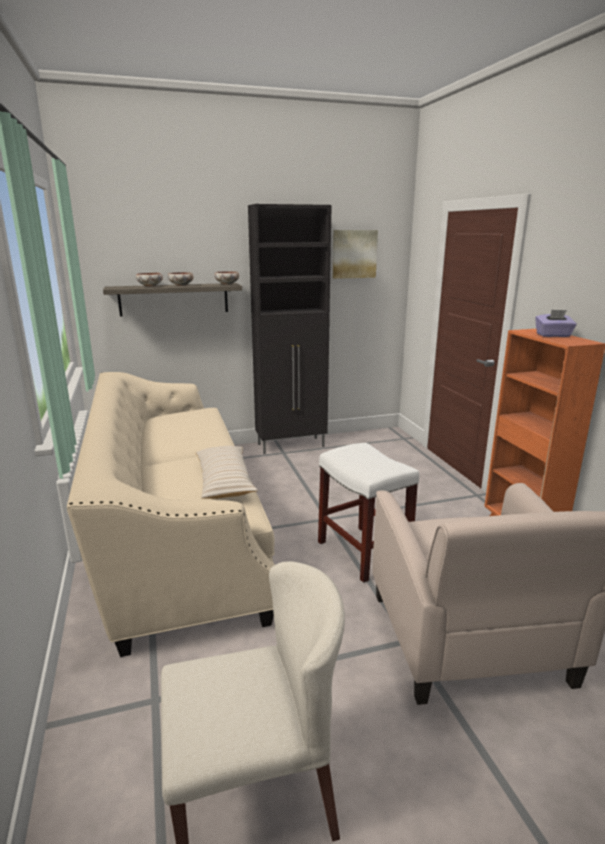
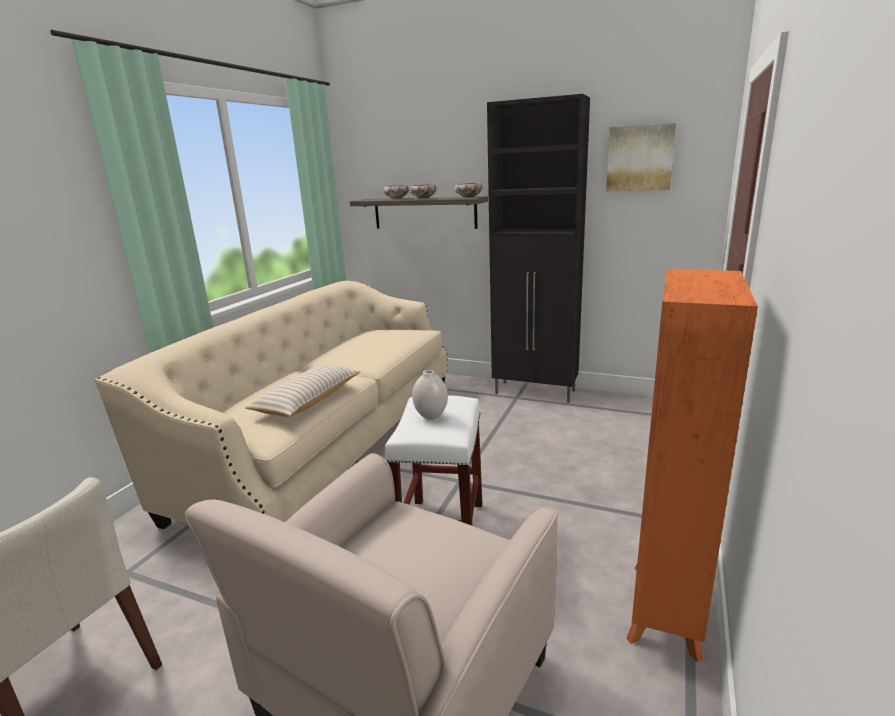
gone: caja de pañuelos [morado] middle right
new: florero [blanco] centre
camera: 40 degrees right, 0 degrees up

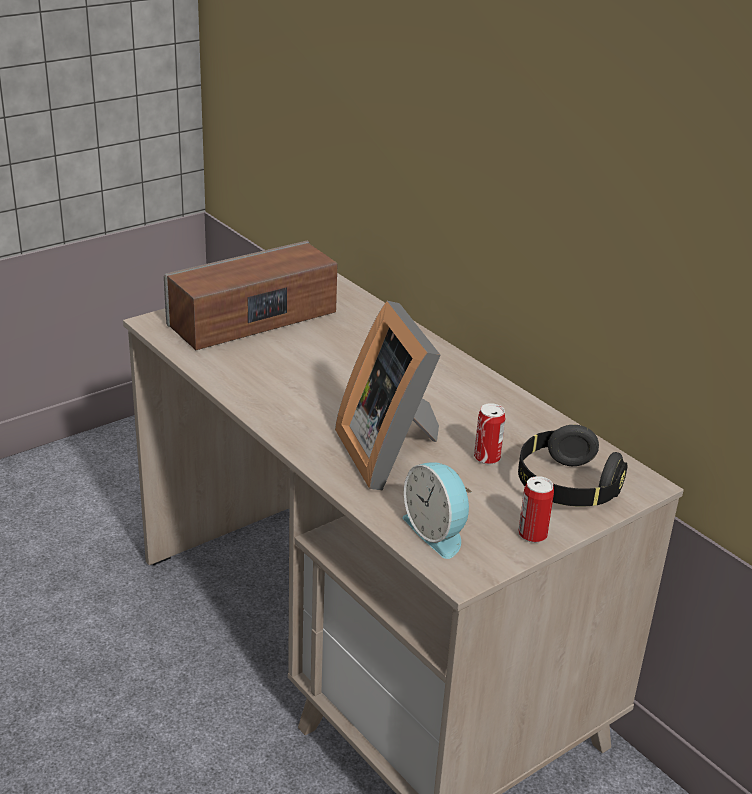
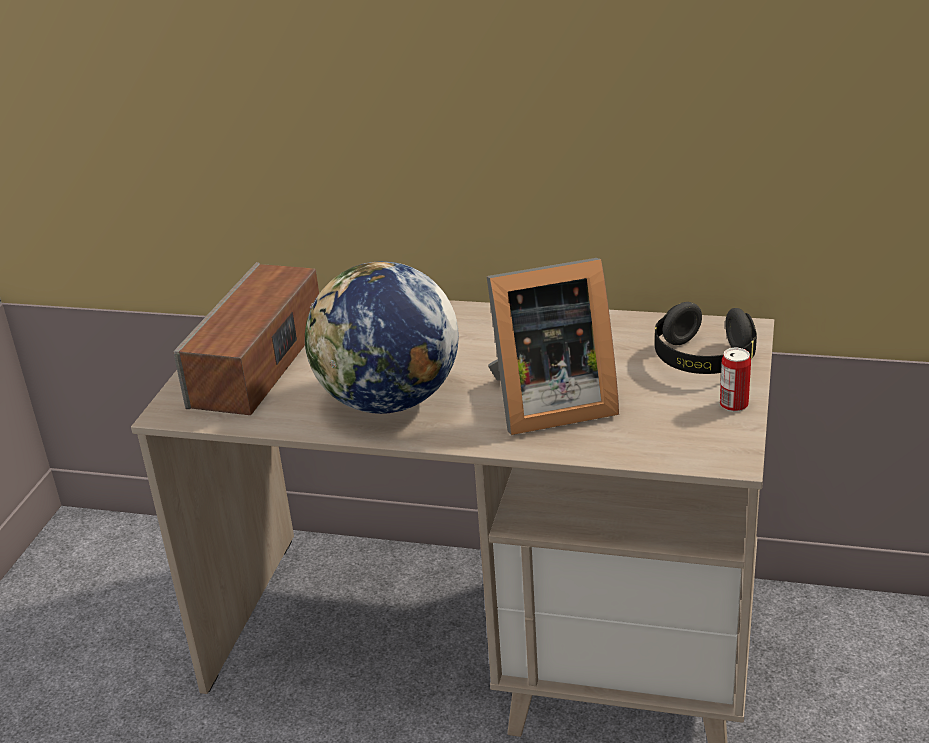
gone: lata (no. 1 from left) centre; despertador centre
new: globo terráqueo centre
rotated: portarretratos centre = centre 45 degrees counterclockwise
camera: 35 degrees left, 0 degrees up

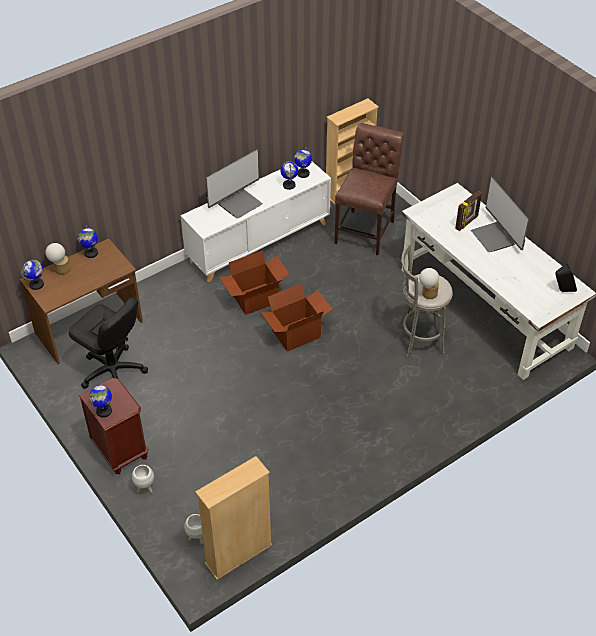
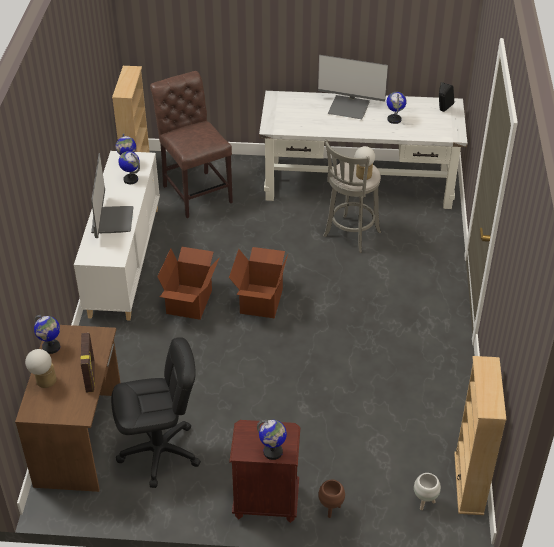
shifted: portarretratos top right to middle left; globo terráqueo (no. 1 from left in the first image) middle left to globo terráqueo (no. 5 from left) top right
repainted: maceta [blanco] (no. 1 from left) bottom left to maceta [marrón] bottom centre
camera: 50 degrees left, 5 degrees down

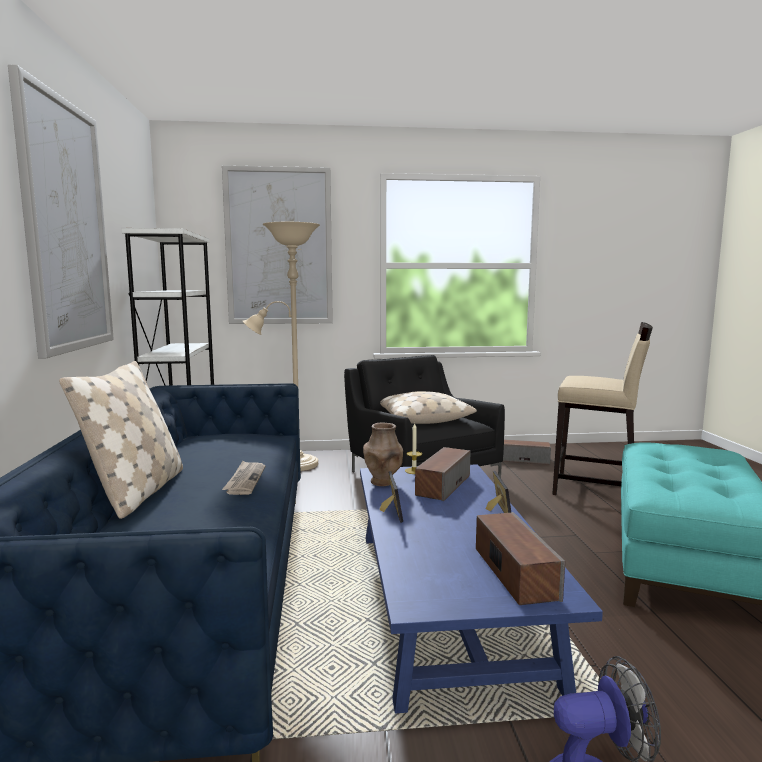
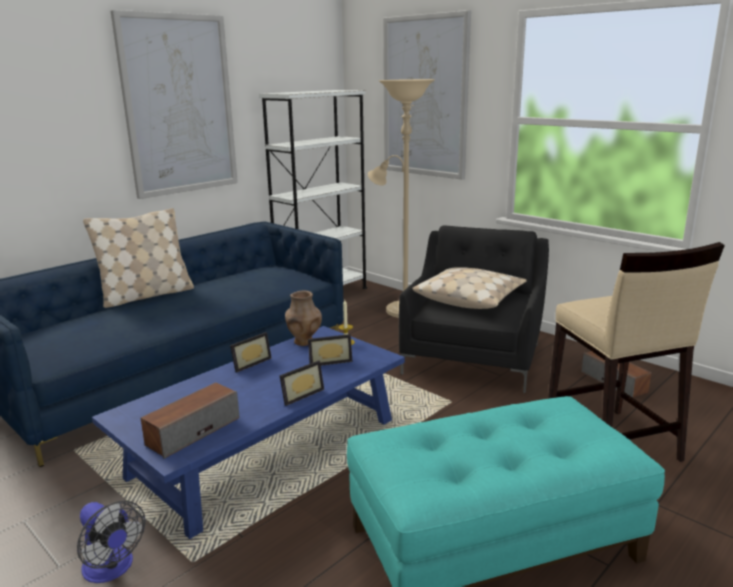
gone: periódico middle left
swapped: altavoz (no. 1 from left) centre to portarretratos (no. 3 from left) centre
camera: 50 degrees right, 10 degrees up

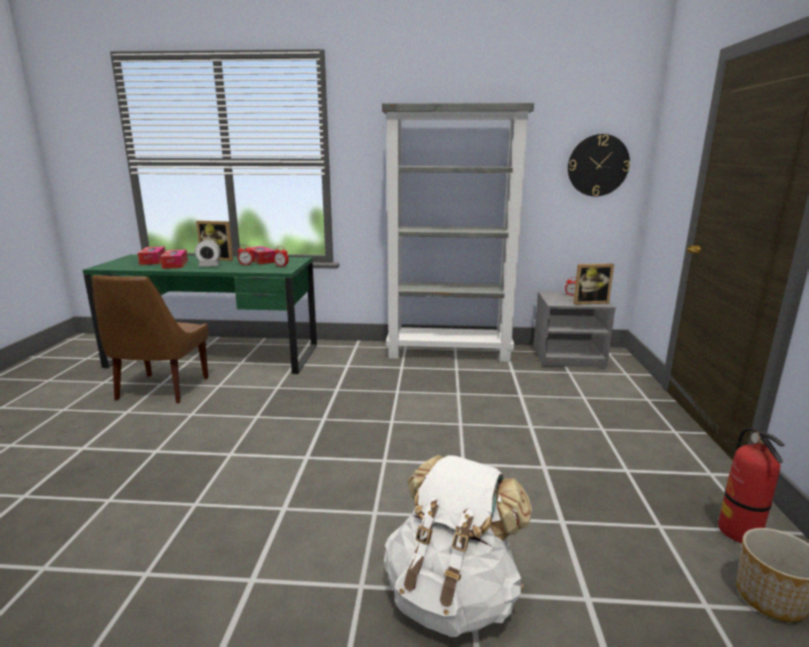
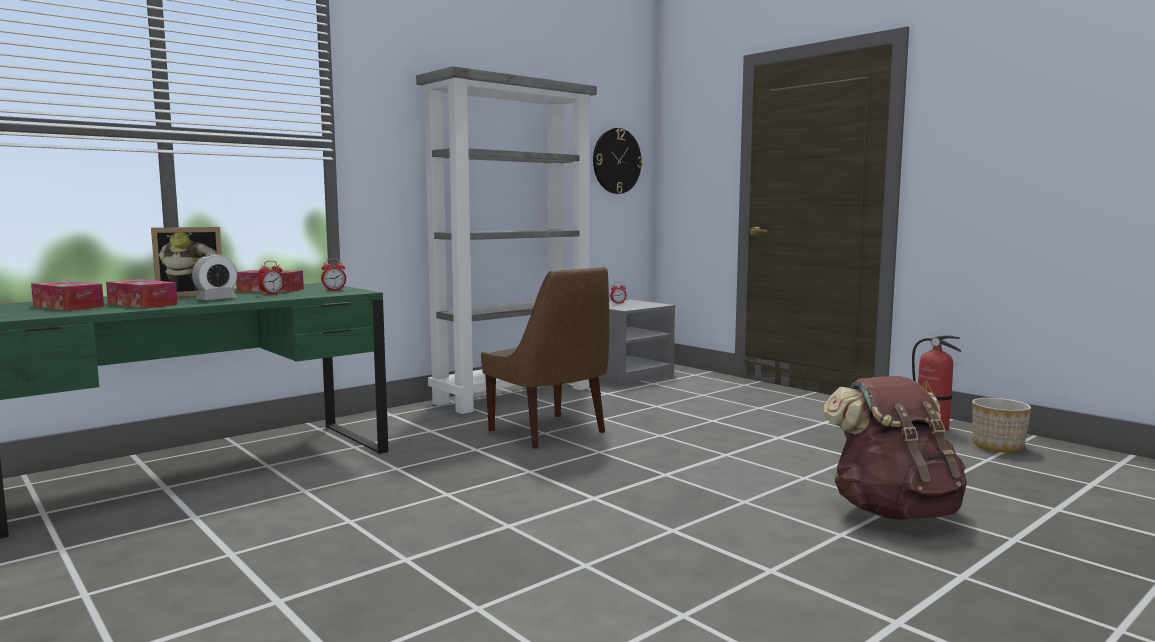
gone: portarretratos (no. 2 from left) middle right
shifted: silla [marrón] middle left to centre
repainted: mochila [blanco] bottom centre to mochila [marrón] bottom right
camera: 45 degrees left, 10 degrees down

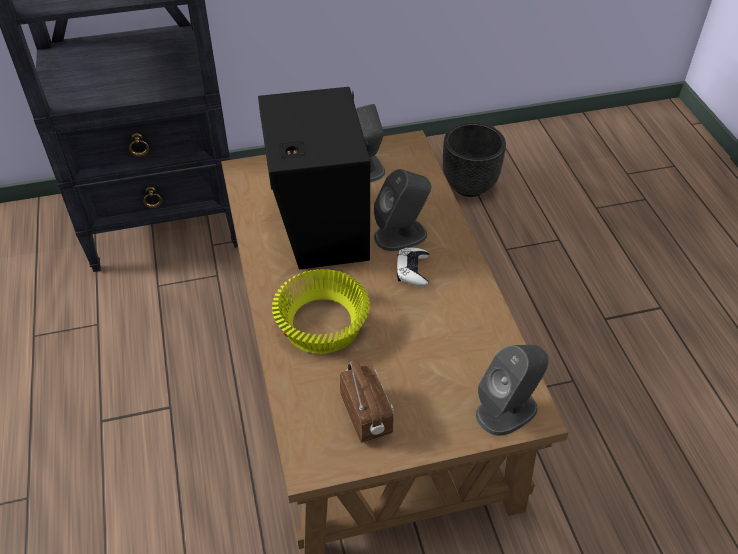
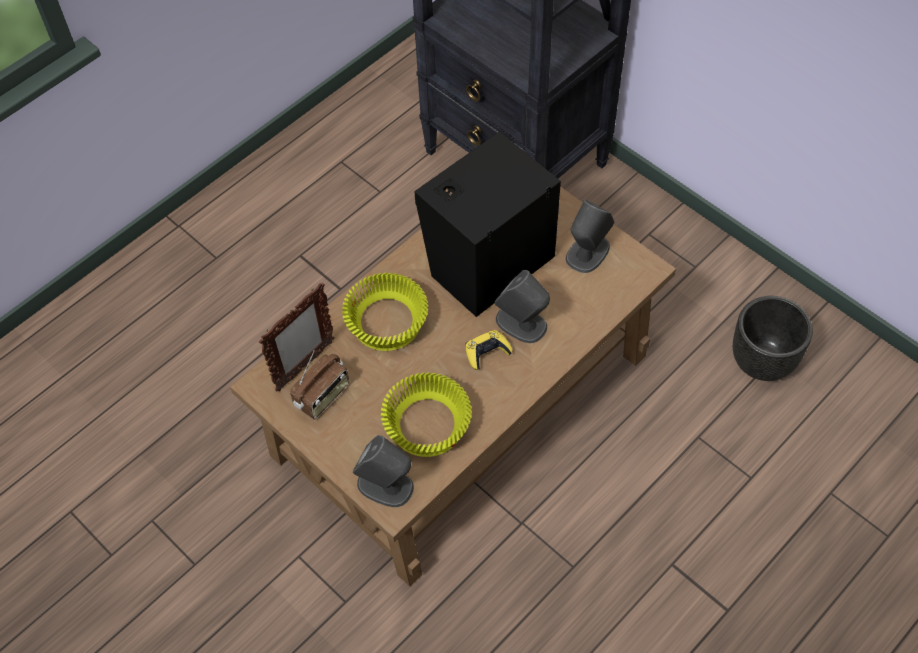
new: portarretratos middle left; cuenco [amarillo] (no. 2 from left) centre
repainted: mando de consola [blanco] centre to mando de consola [amarillo] centre
camera: 60 degrees right, 10 degrees up

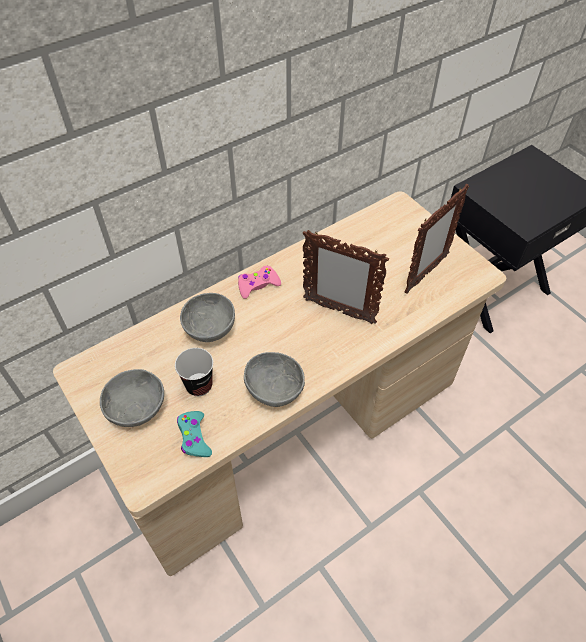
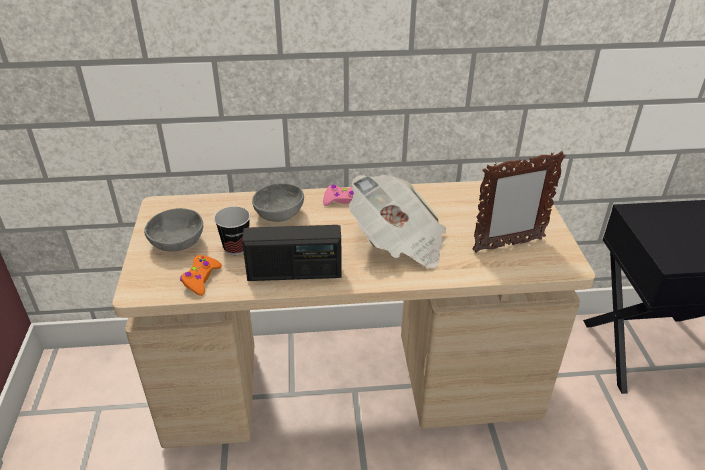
swapped: portarretratos (no. 1 from left) centre to periódico centre; cuenco [gris] (no. 3 from left) centre to radio centre
repainted: mando de consola [turquesa] bottom left to mando de consola [naranja] middle left
camera: 30 degrees right, 15 degrees down

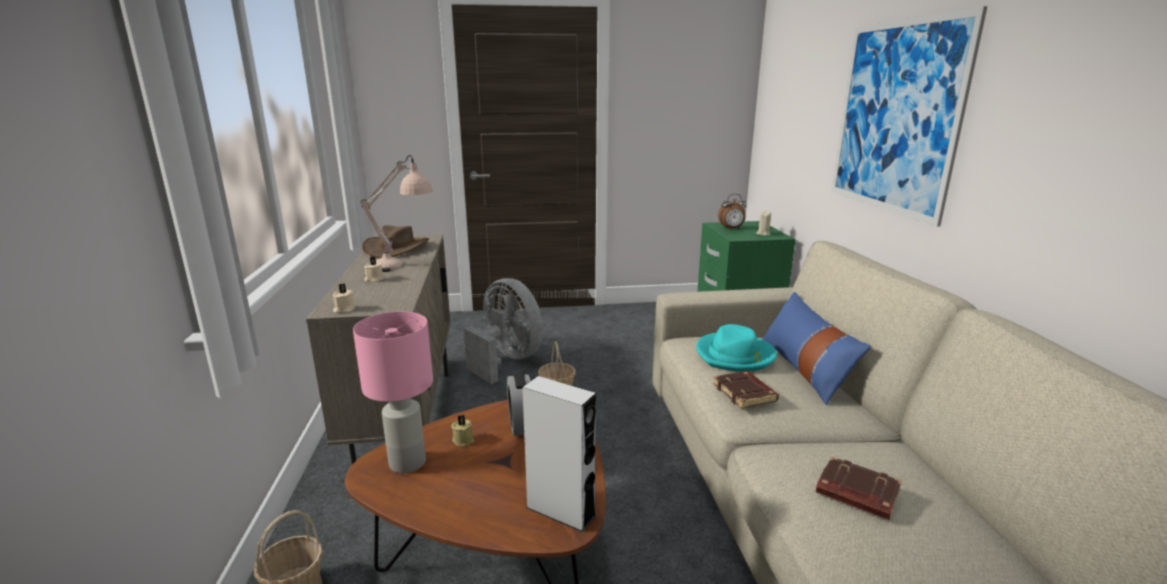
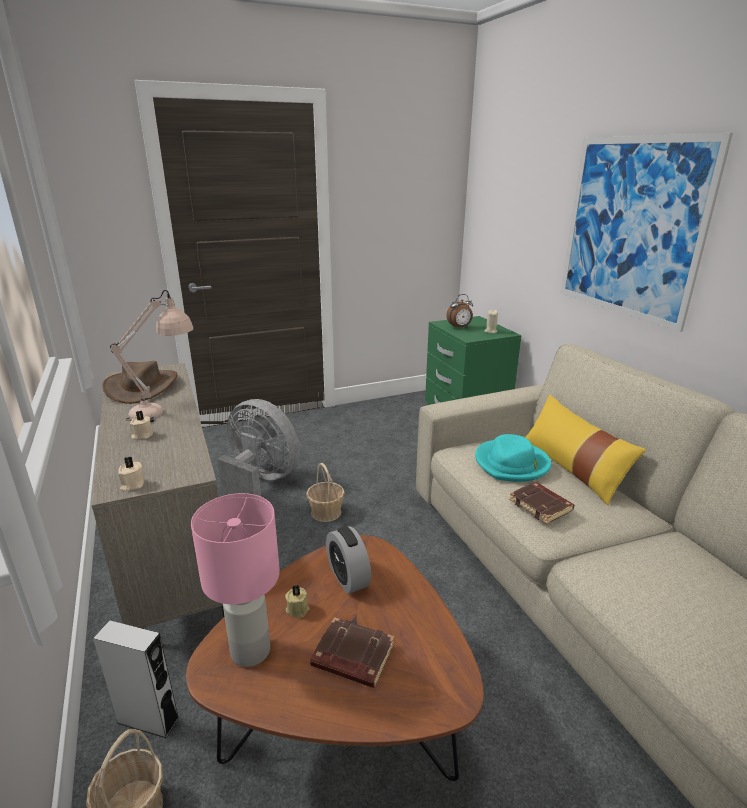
shifted: altavoz [gris] bottom centre to bottom left; libro [marrón] (no. 2 from left in the first image) bottom right to libro [marrón] (no. 1 from left) bottom centre
repainted: cojín [azul] middle right to cojín [amarillo] middle right
camera: 15 degrees left, 5 degrees up

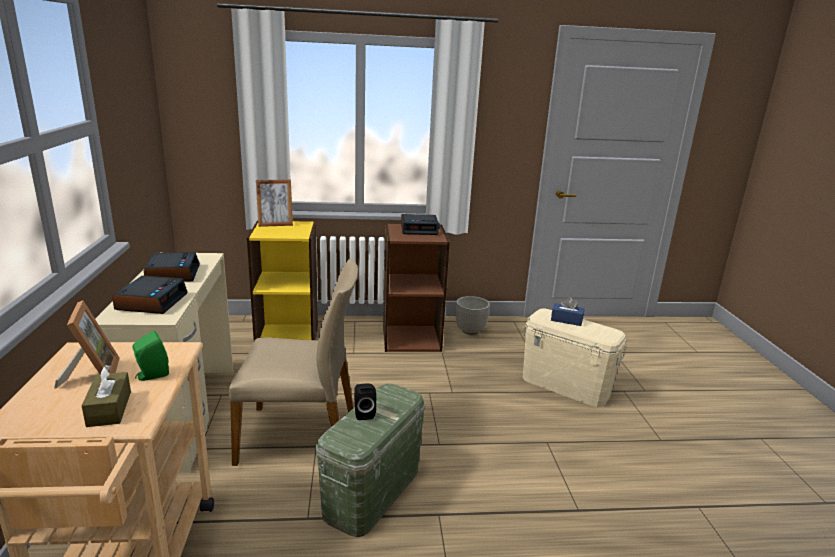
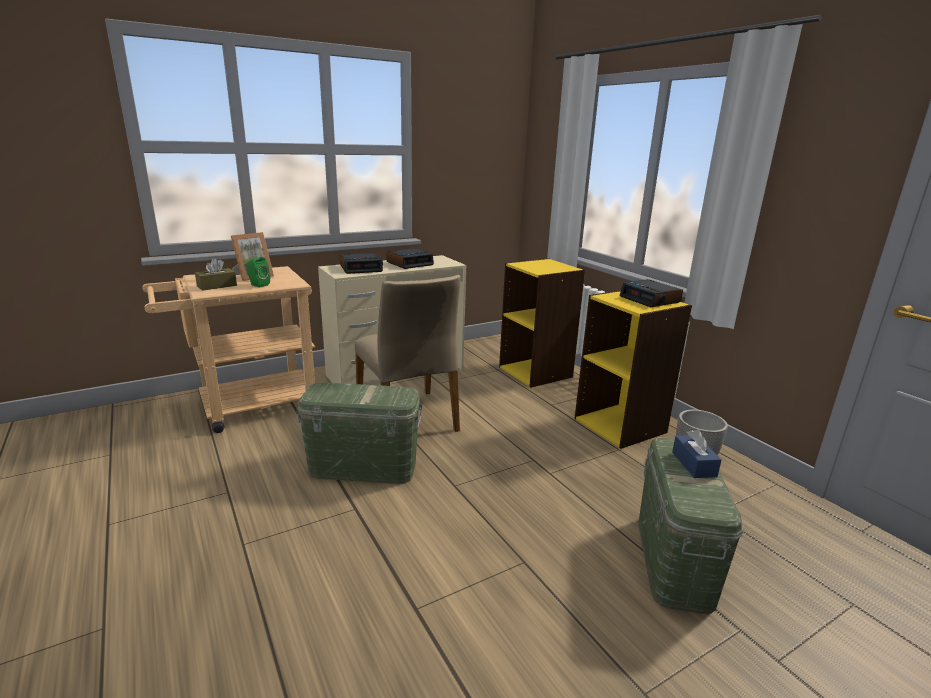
gone: portarretratos (no. 2 from left) middle left; altavoz [negro] bottom centre
repainted: estantería [marrón] centre to estantería [amarillo] (no. 2 from left) middle right; caja de almacenaje [beis] middle right to caja de almacenaje [verde] (no. 2 from left) bottom right
camera: 65 degrees right, 0 degrees up

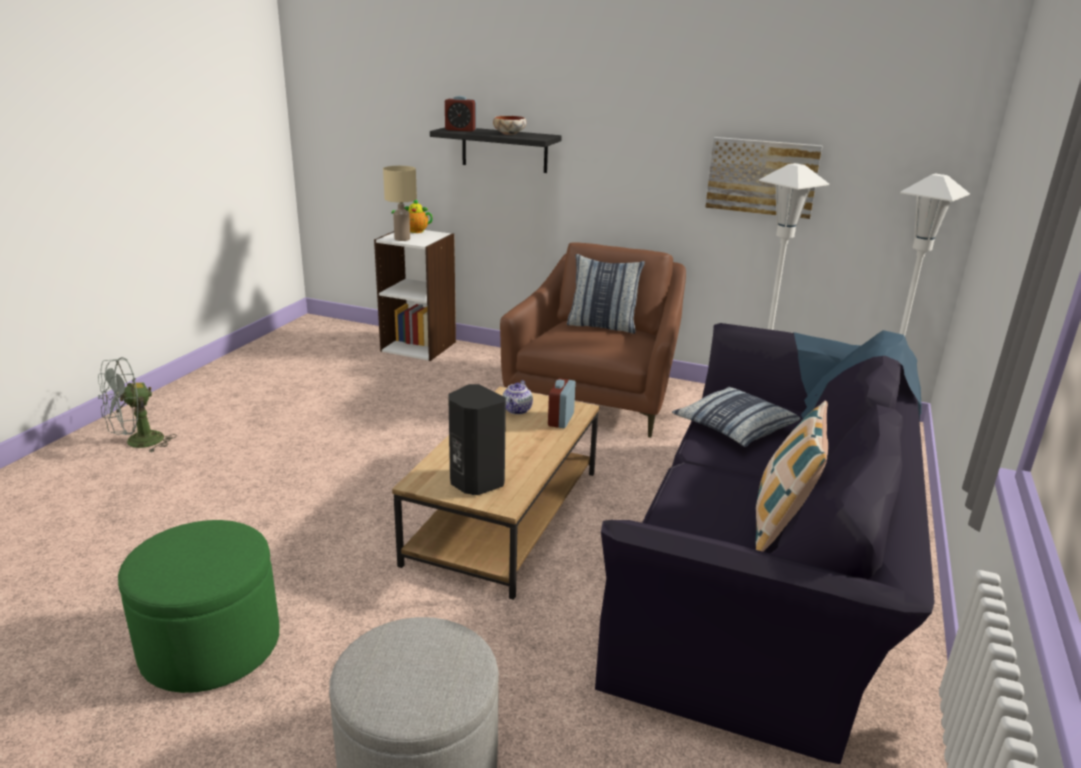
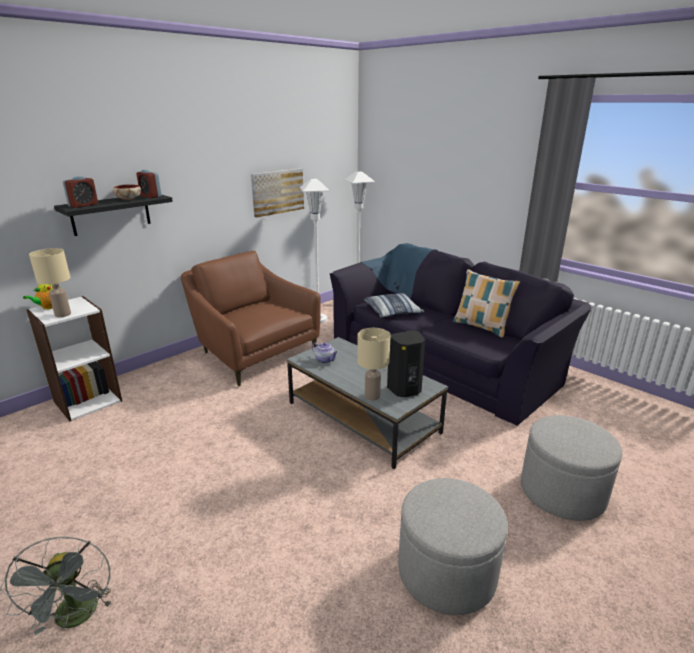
gone: cojín (no. 1 from left) centre
new: lámpara de mesa [beis] (no. 2 from left) centre
shifted: despertador (no. 2 from left) centre to top left
repainted: mesa de centro [marrón] centre to mesa de centro [gris] centre; puf [verde] bottom left to puf [gris] (no. 1 from left) bottom centre
camera: 65 degrees left, 0 degrees up

